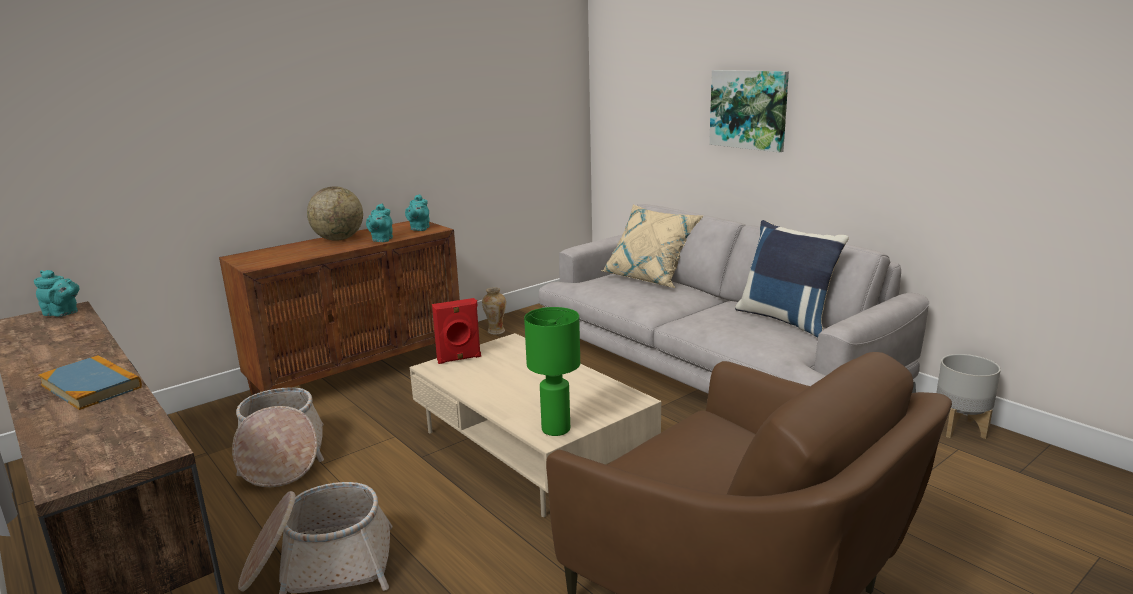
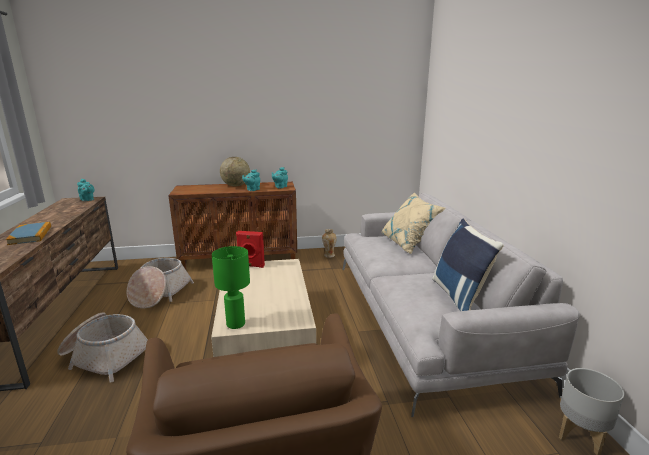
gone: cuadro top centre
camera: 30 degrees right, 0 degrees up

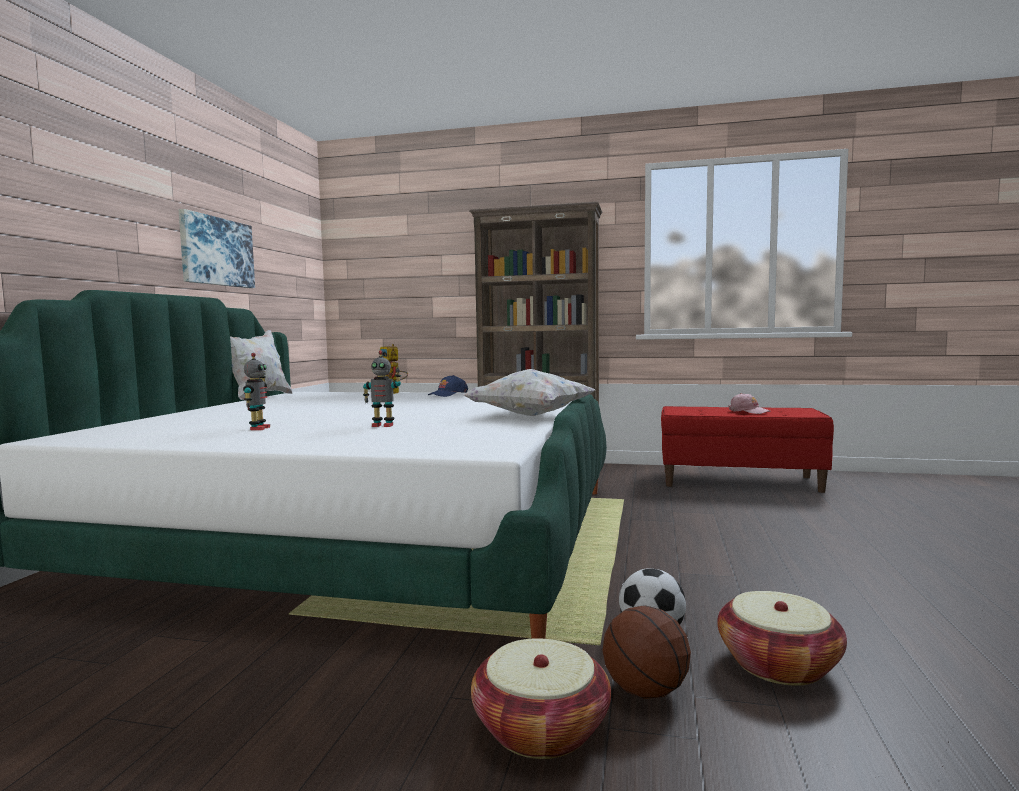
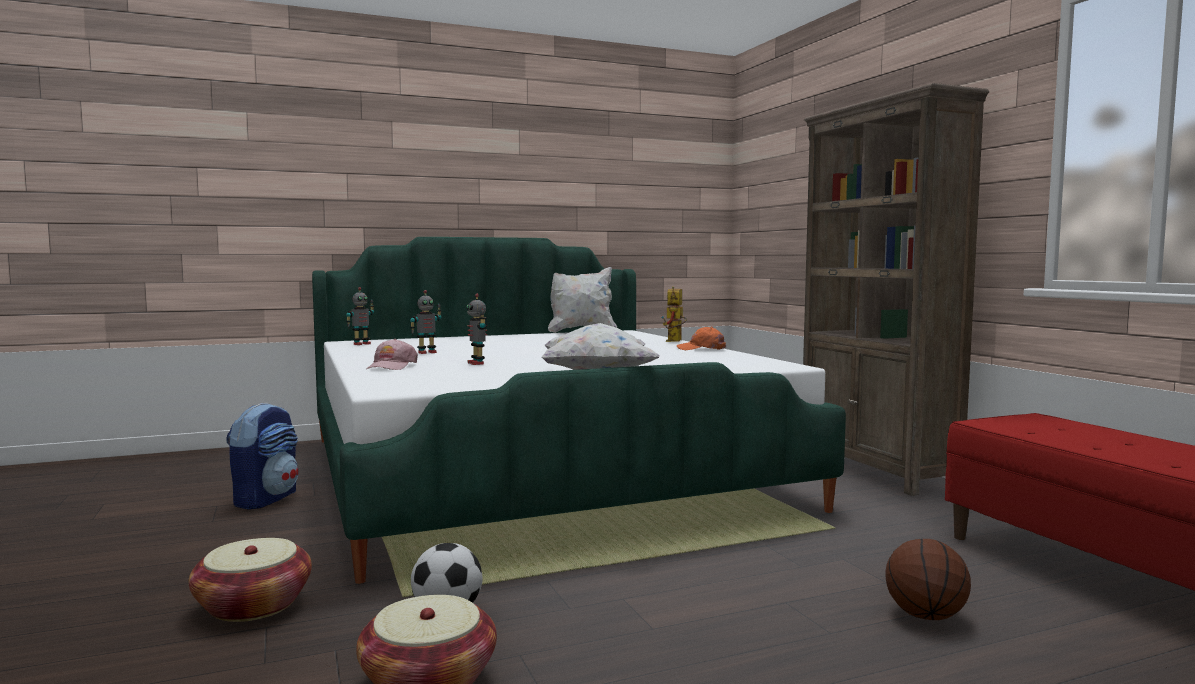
gone: cuadro top left
new: robot de juguete (no. 1 from left) middle left; mochila bottom left
shifted: gorra [rosa] middle right to middle left; balón de baloncesto bottom centre to bottom right
repainted: gorra [azul] centre to gorra [naranja] centre
camera: 55 degrees right, 0 degrees up

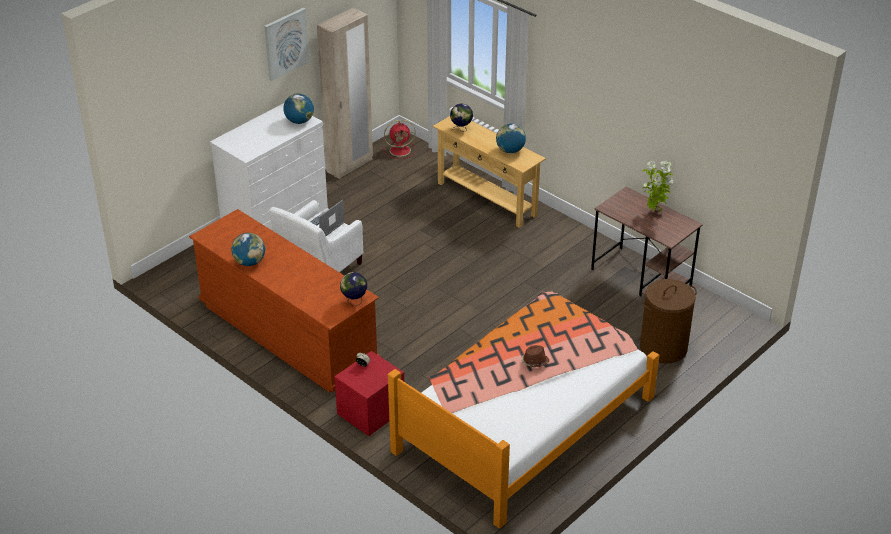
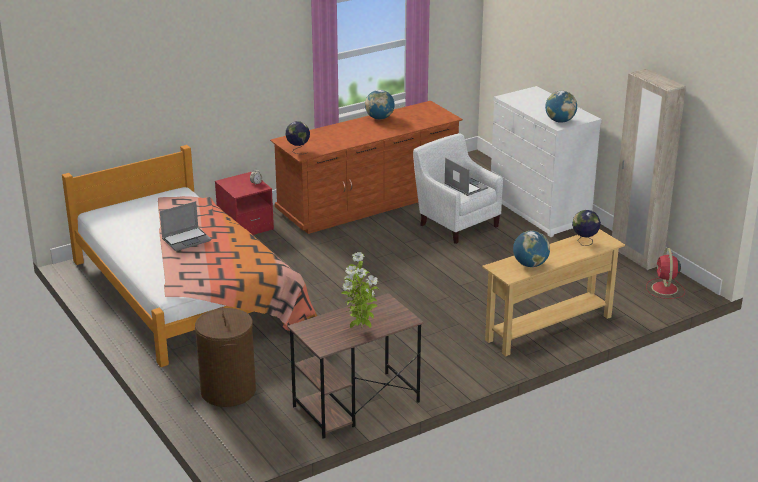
gone: cuadro top left
swapped: sombrero [marrón] bottom centre to portátil (no. 1 from left) middle left
camera: 105 degrees right, 10 degrees down

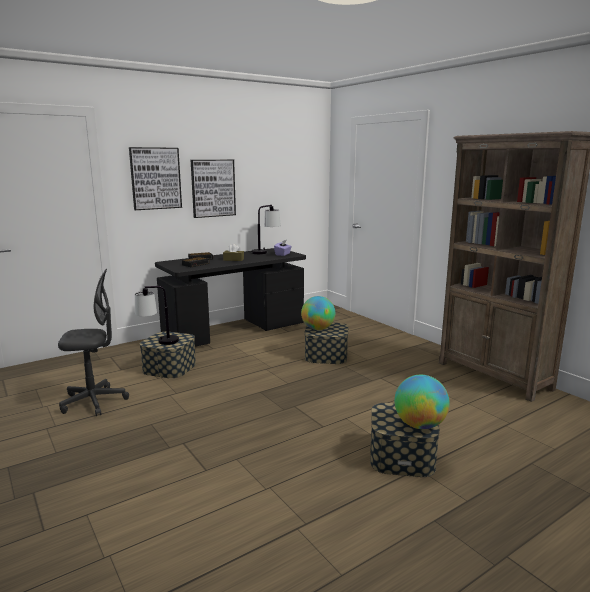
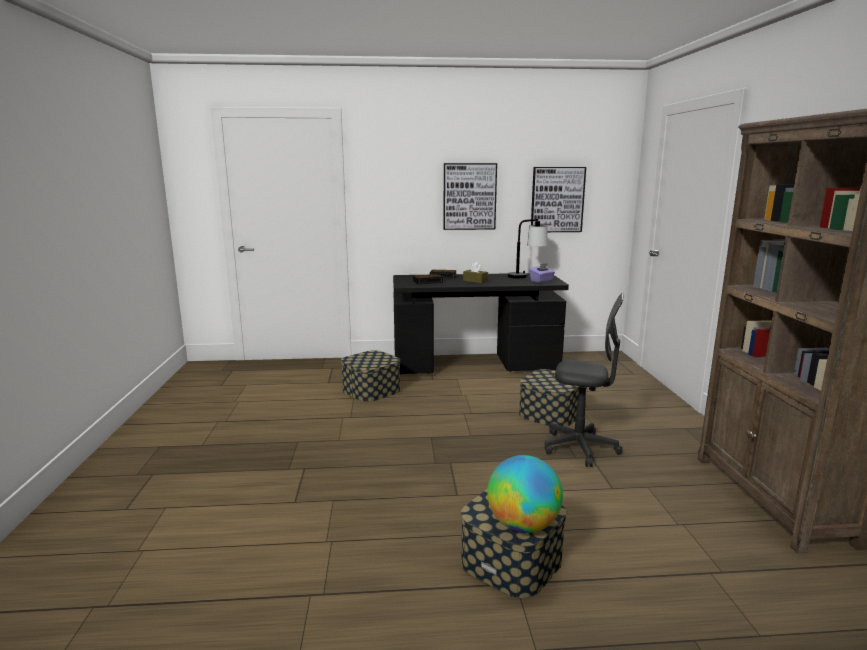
gone: lámpara de mesa (no. 1 from left) middle left; globo terráqueo (no. 1 from left) centre
shifted: cuadro (no. 1 from left in the first image) top left to cuadro (no. 2 from left) top centre; silla de oficina [gris] middle left to middle right
camera: 30 degrees right, 0 degrees up

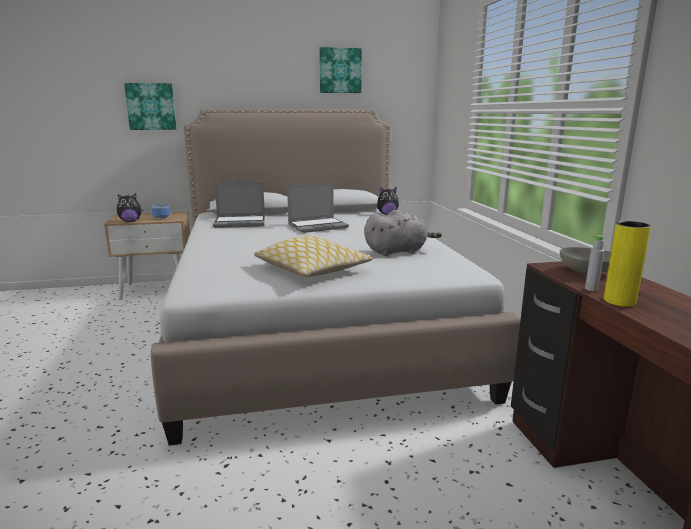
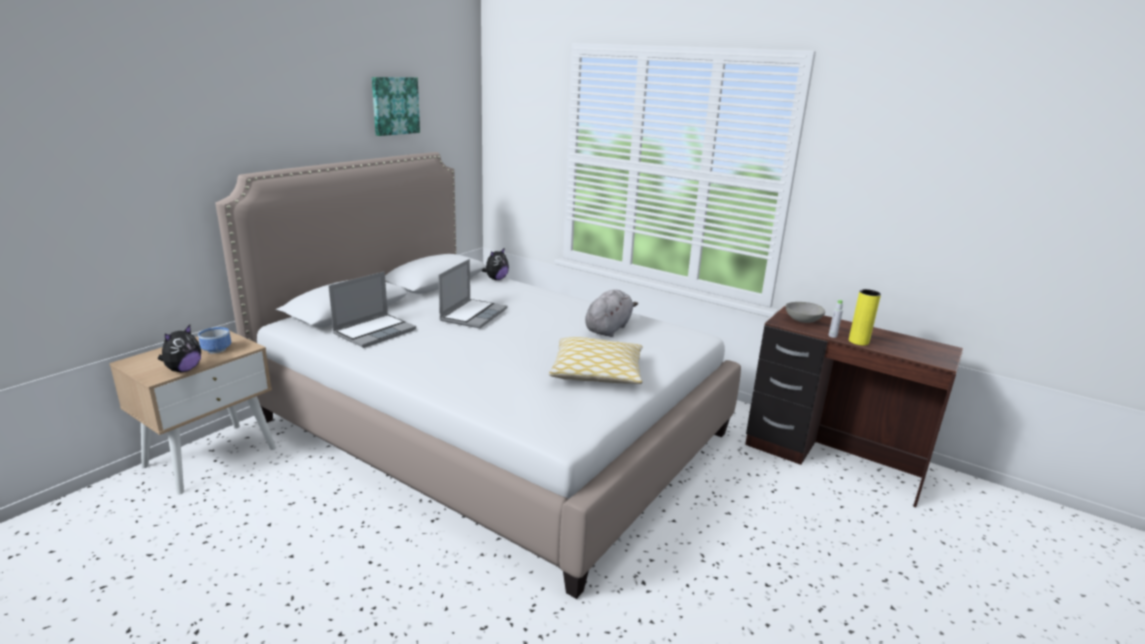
gone: cuadro (no. 1 from left) top left
camera: 45 degrees left, 5 degrees up

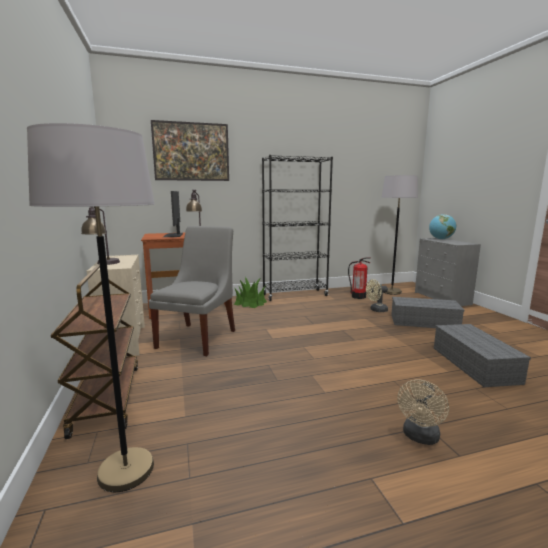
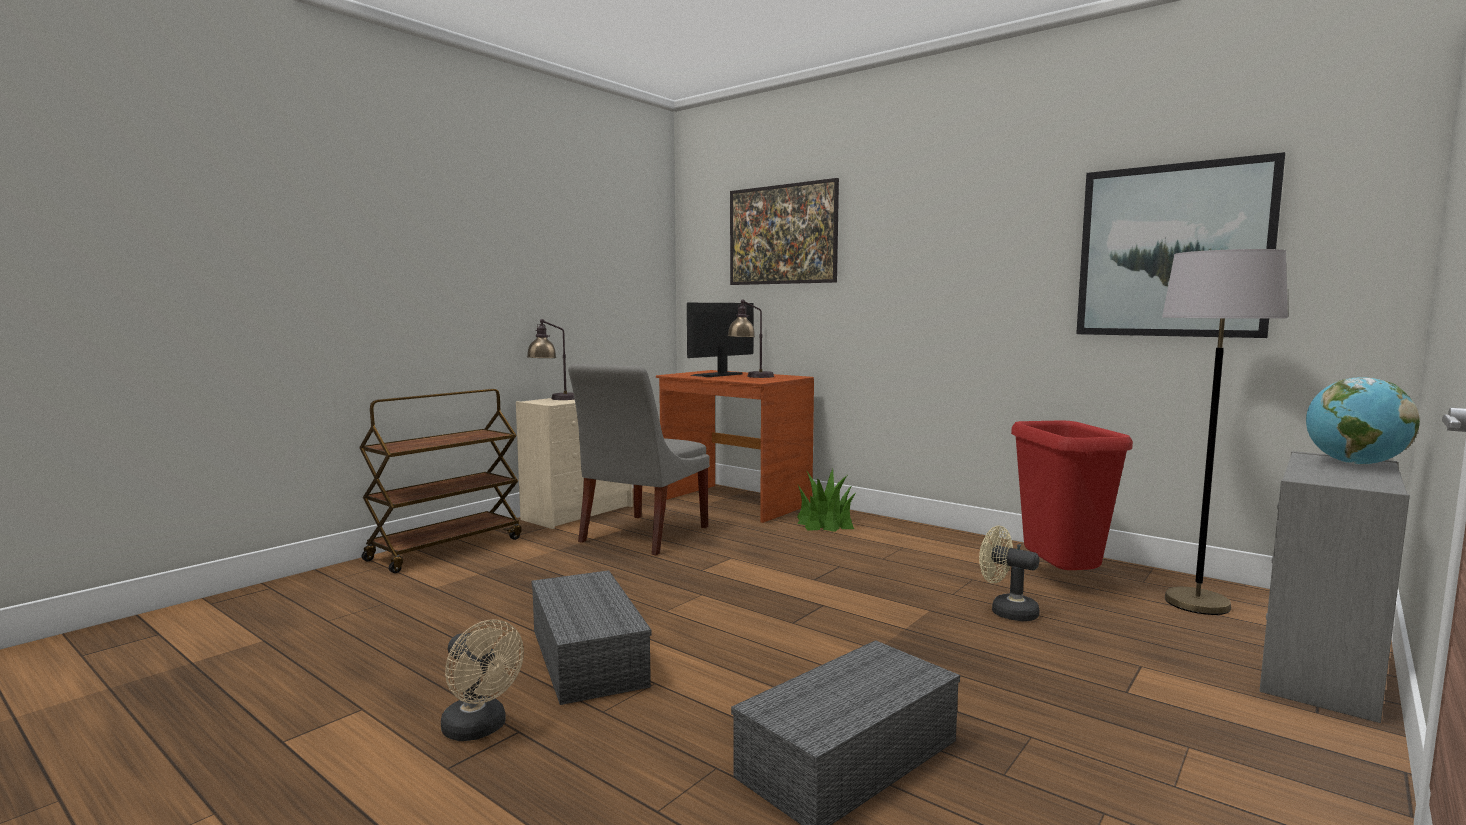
gone: lámpara de pie [gris] (no. 1 from left) middle left; estantería [negro] centre
new: cuadro (no. 2 from left) top right
shifted: caja de almacenaje [gris] (no. 1 from left) middle right to bottom centre
swapped: extintor centre to papelera [rojo] middle right
rotated: silla [gris] centre = centre 135 degrees clockwise; ventilador [beis] (no. 2 from left in the first image) bottom right = bottom left 135 degrees counterclockwise
camera: 55 degrees right, 5 degrees down

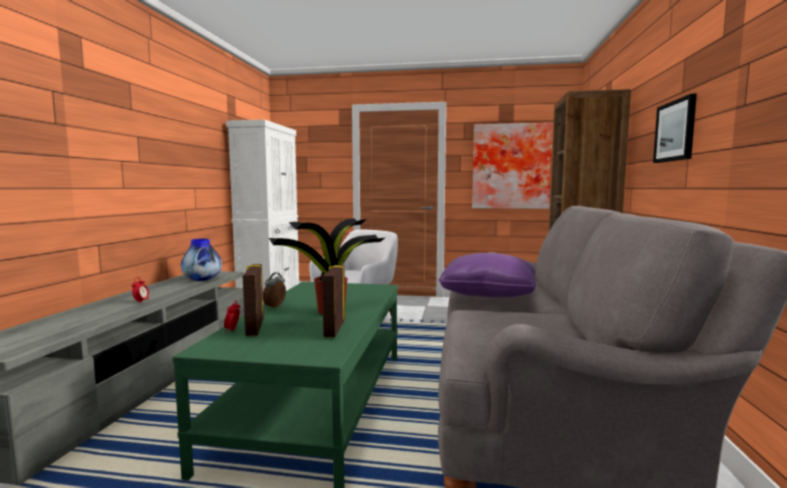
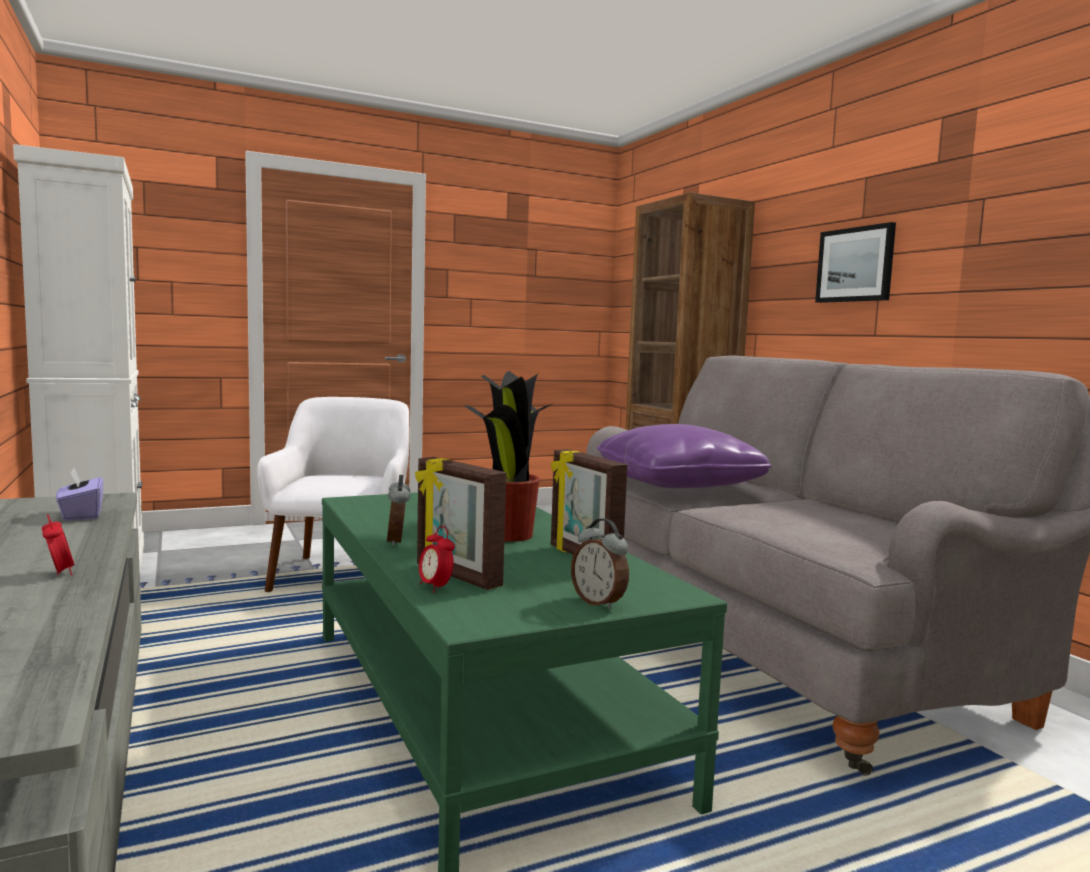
gone: cuadro (no. 1 from left) centre
new: despertador (no. 4 from left) centre
swapped: florero middle left to caja de pañuelos [morado] middle left
camera: 35 degrees left, 0 degrees up

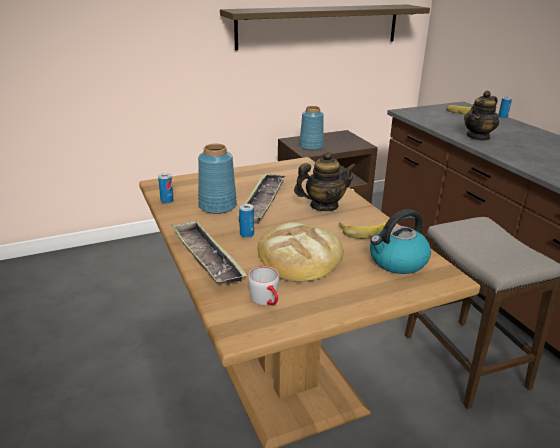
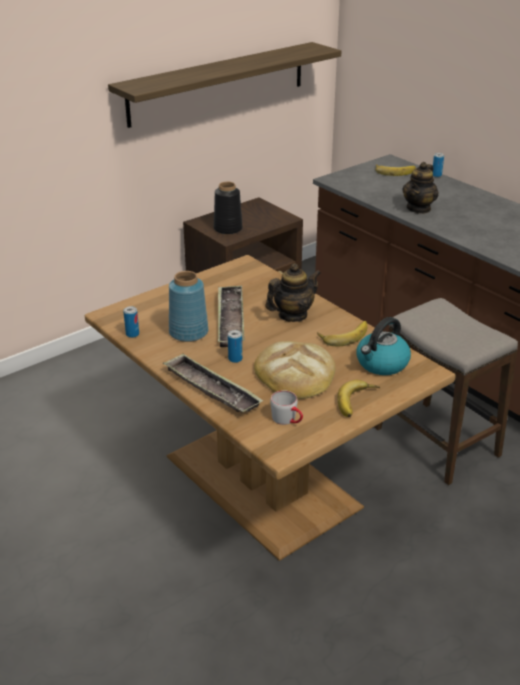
new: plátano (no. 2 from left) middle right
repainted: florero [azul] (no. 2 from left) top centre to florero [negro] top centre
camera: 15 degrees left, 5 degrees up

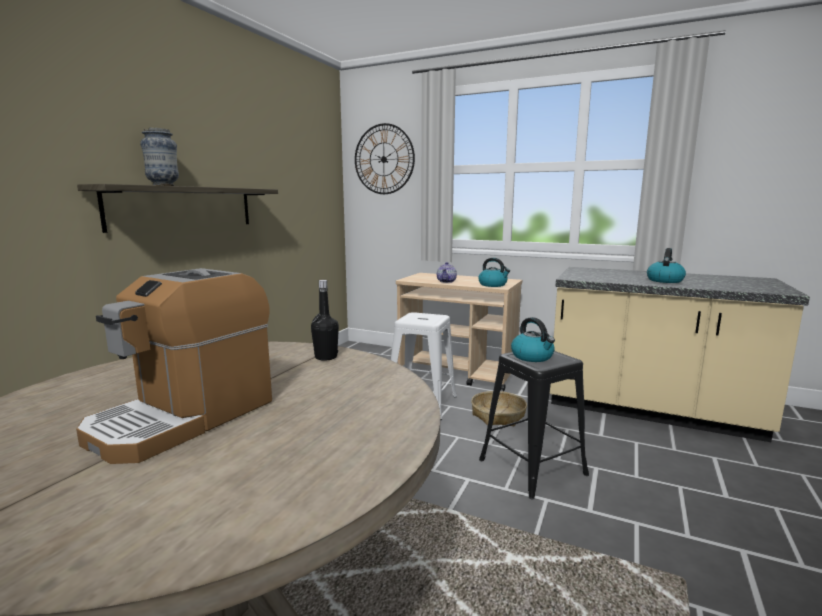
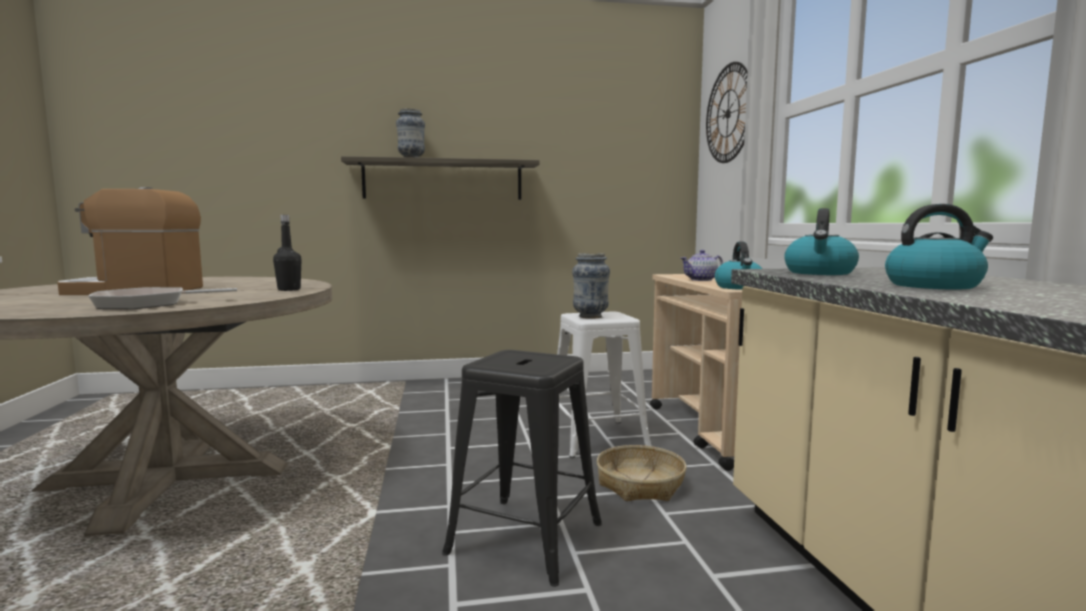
new: florero (no. 2 from left) centre; sartén middle left
shifted: hervidor (no. 2 from left) centre to middle right
camera: 55 degrees right, 5 degrees down

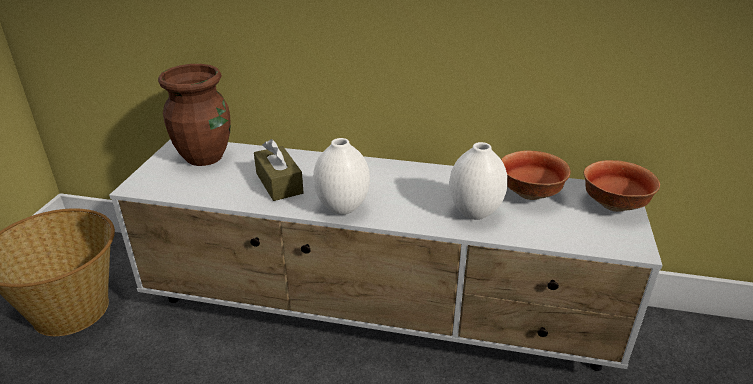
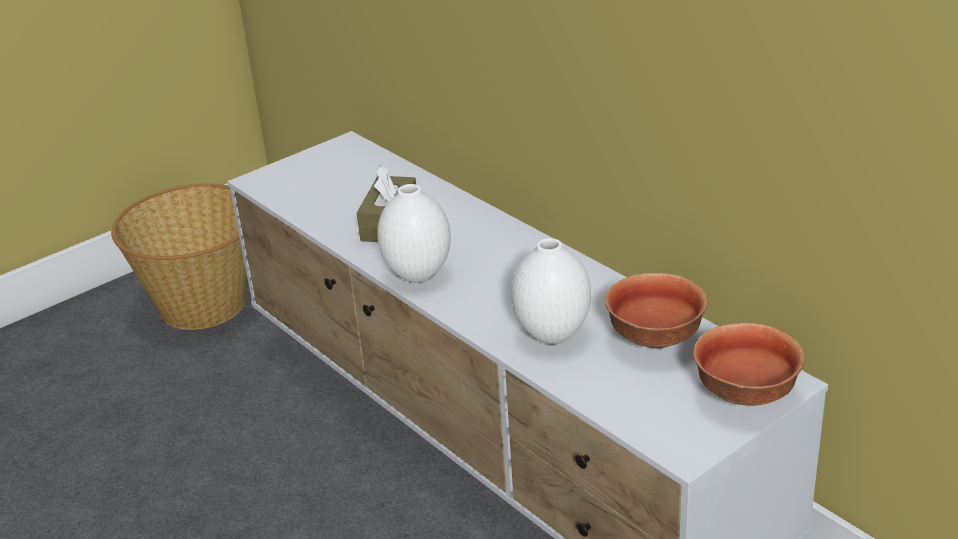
gone: florero [marrón] top left
camera: 40 degrees right, 0 degrees up

